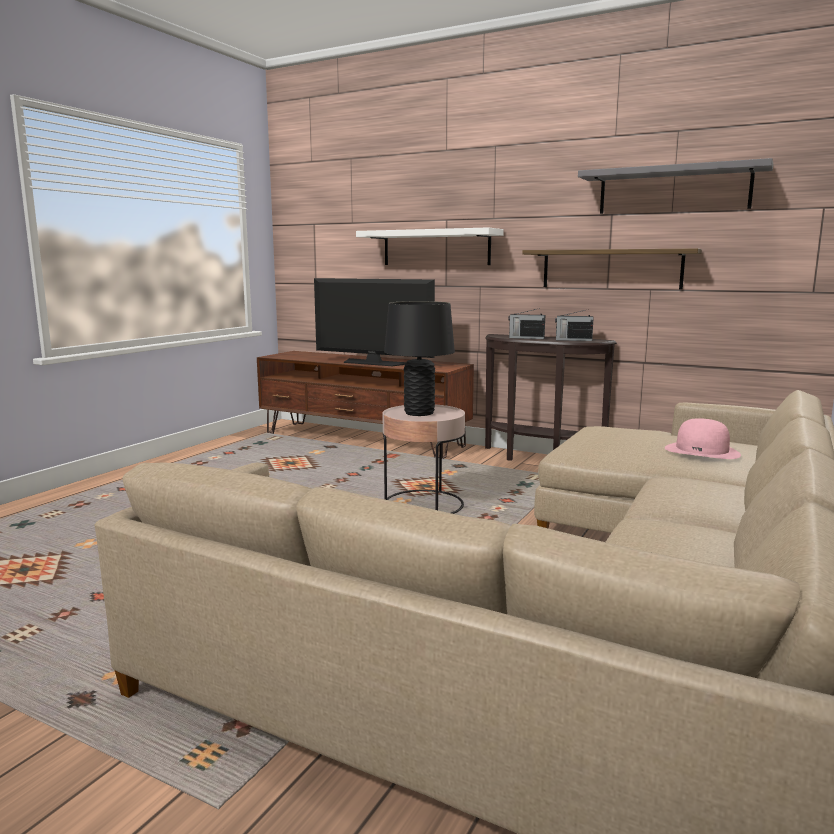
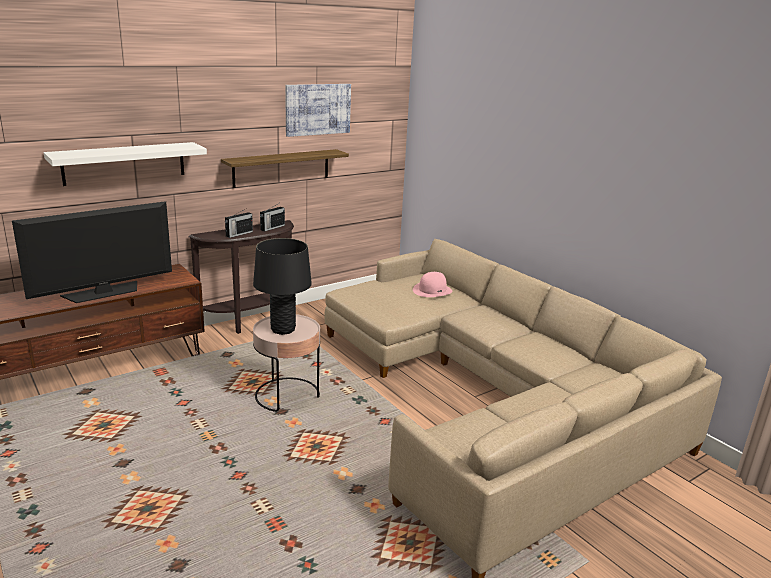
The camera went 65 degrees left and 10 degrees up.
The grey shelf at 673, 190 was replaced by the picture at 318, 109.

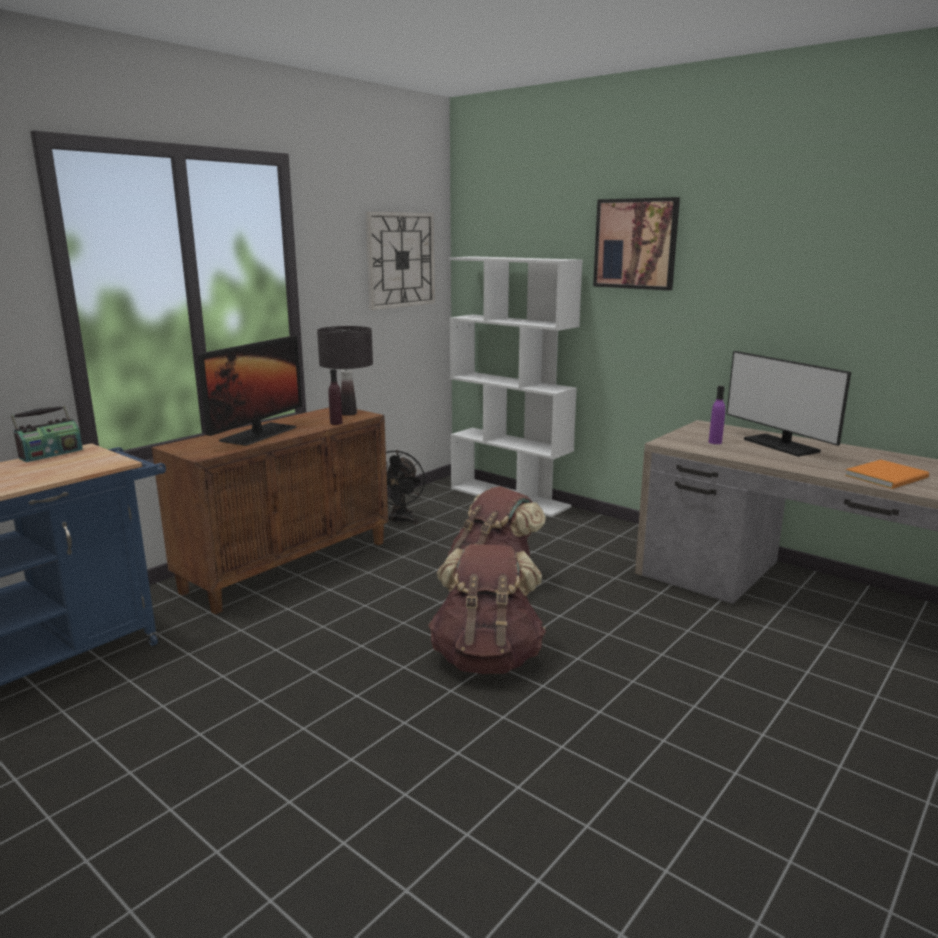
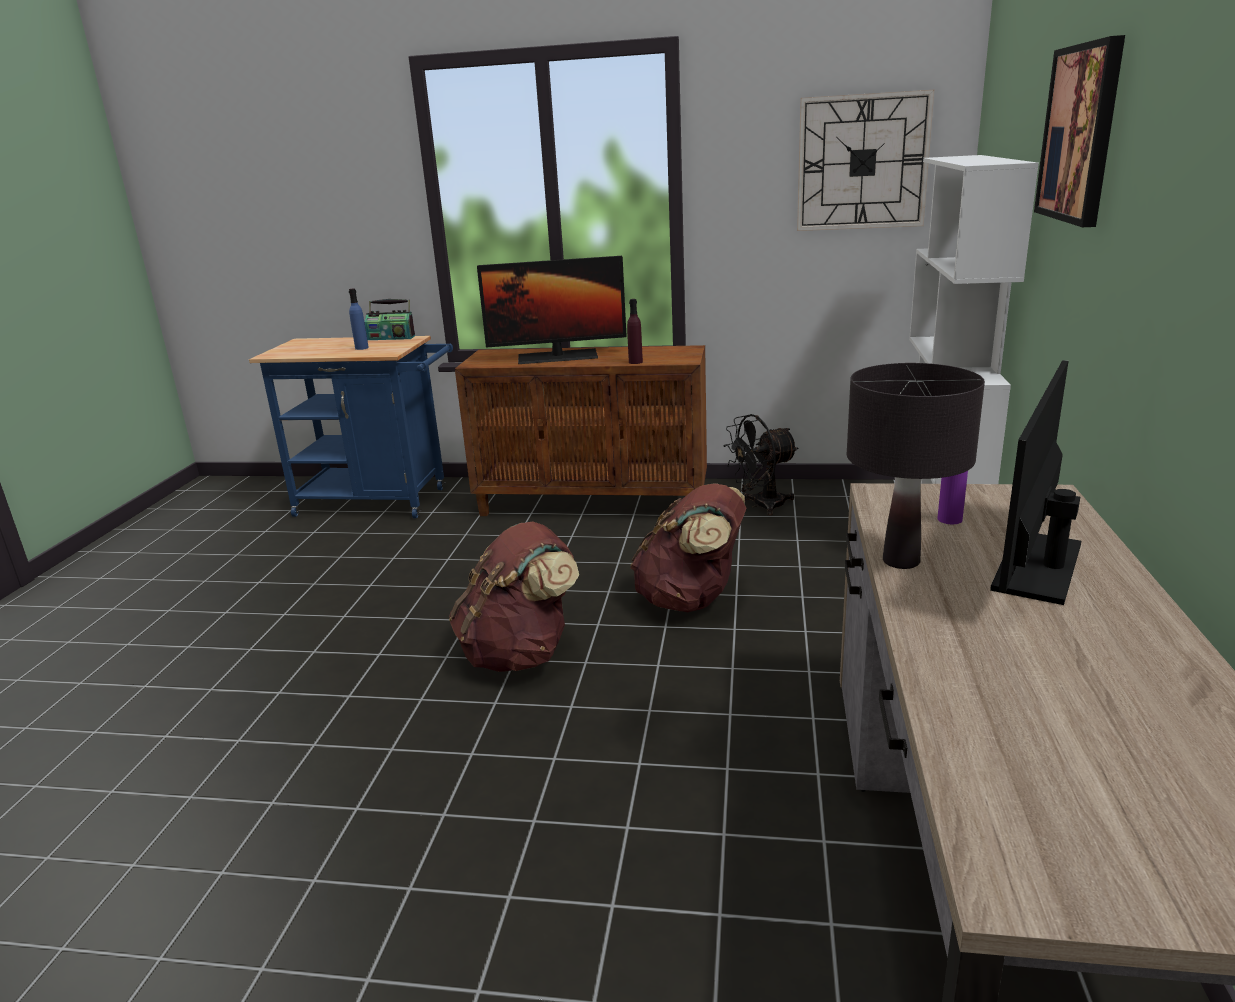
The camera went 60 degrees right and 5 degrees up.
The orange book at 889, 476 disappeared.
The blue bottle at 362, 348 appeared.
The black table lamp moved from 348, 413 to 900, 561.

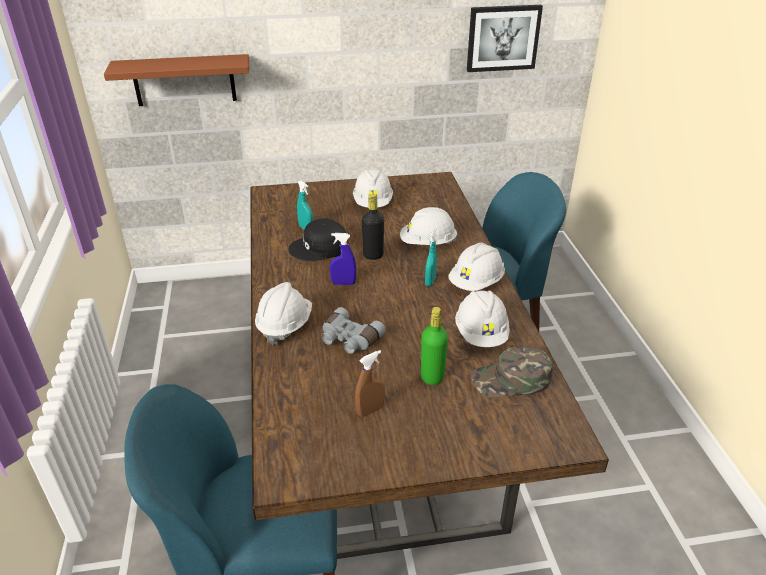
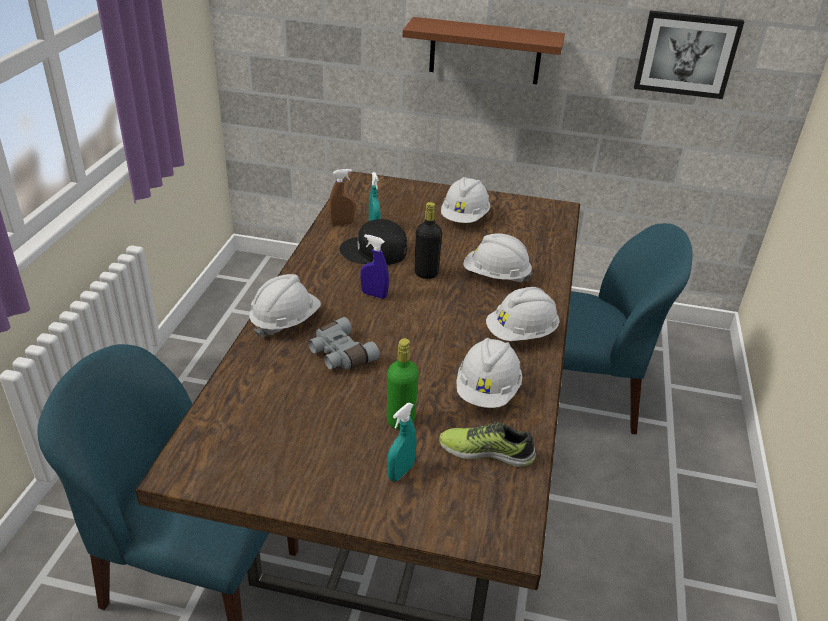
The camera went 20 degrees right and 0 degrees up.
The brown shelf moved from 184, 80 to 485, 51.
The brown spray bottle moved from 370, 410 to 342, 223.
The turquoise spray bottle moved from 430, 281 to 401, 472.
The green cap at 511, 380 was replaced by the shoe at 486, 451.

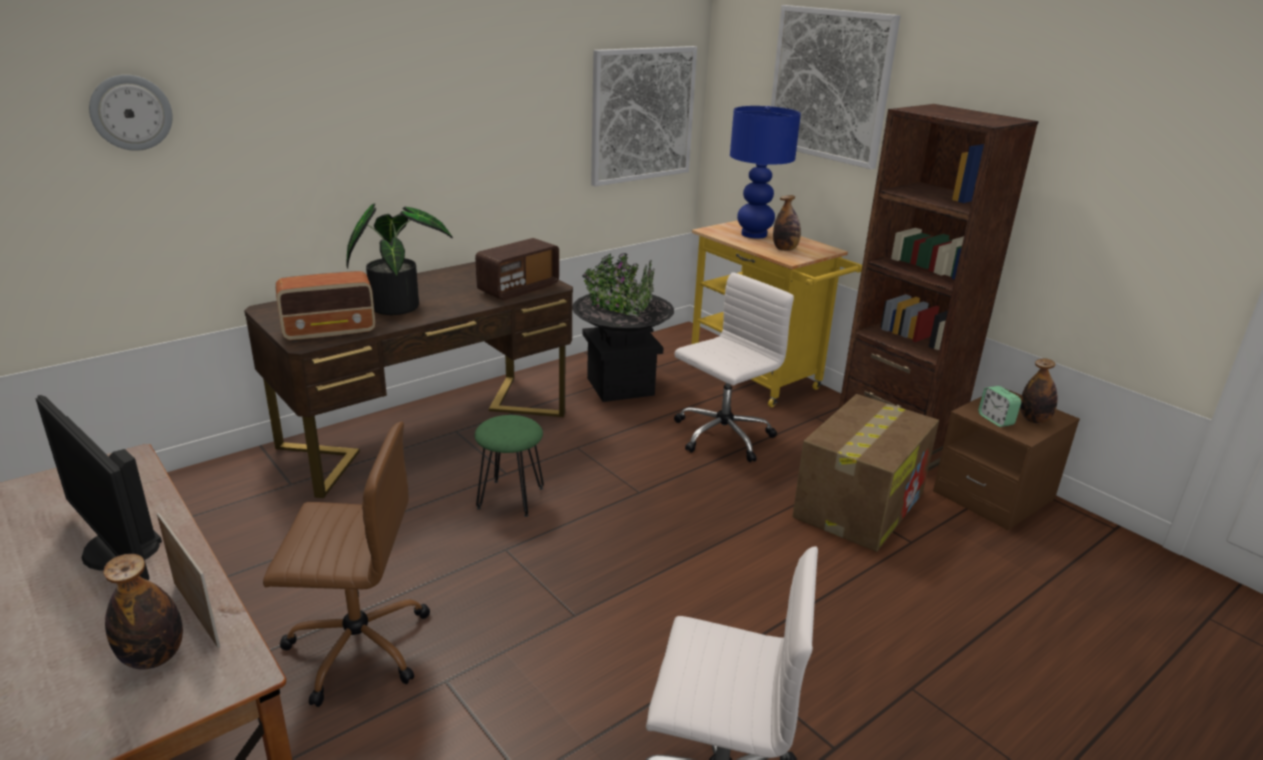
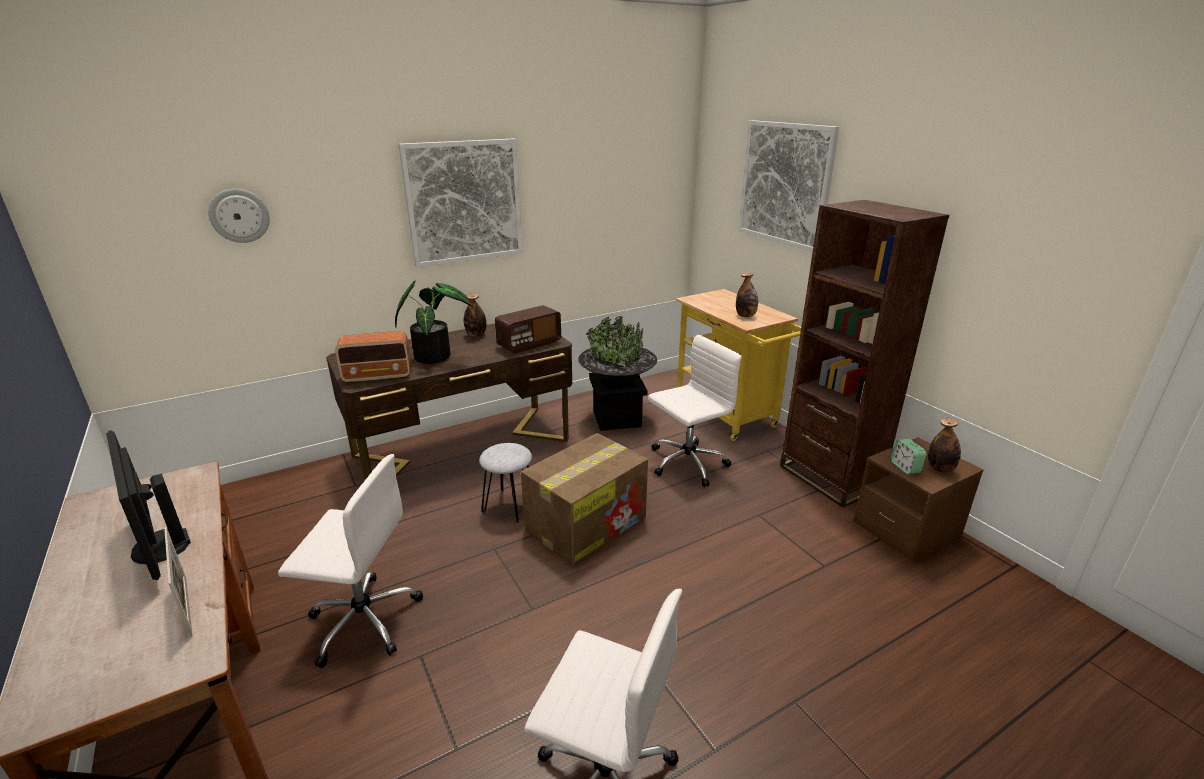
The camera went 10 degrees right and 0 degrees up.
The blue table lamp at 754, 235 disappeared.
The bottle moved from 153, 657 to 476, 335.
The picture moved from 642, 115 to 464, 202.
The cardboard box moved from 859, 504 to 587, 523.
The brown office chair at 356, 646 became the white office chair at 363, 620.
The green stool at 510, 498 became the grey stool at 509, 506.

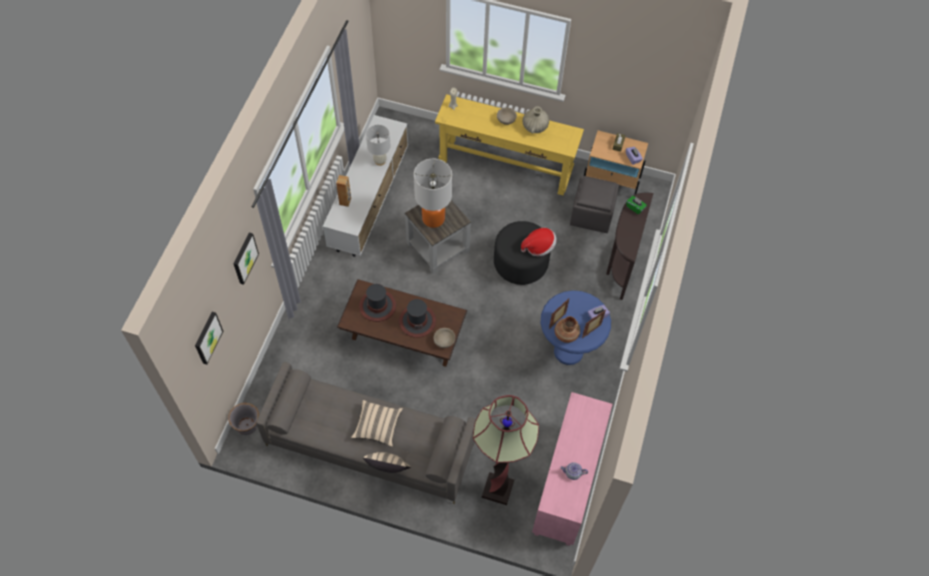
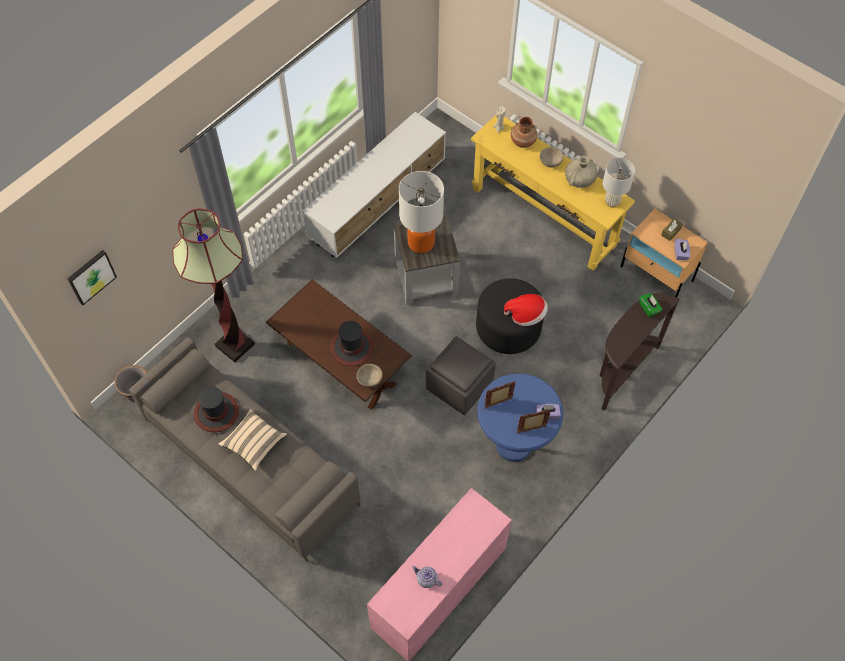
The camera went 25 degrees right and 0 degrees up.
The picture at 244, 258 disappeared.
The brown speaker at 345, 201 disappeared.
The beige pillow at 388, 470 disappeared.
The hat moved from 377, 306 to 216, 412.
The white table lamp moved from 380, 161 to 612, 202.
The floor lamp moved from 497, 489 to 235, 345.
The brown vase moved from 566, 334 to 523, 141.
The grey ottoman moved from 592, 215 to 459, 386.

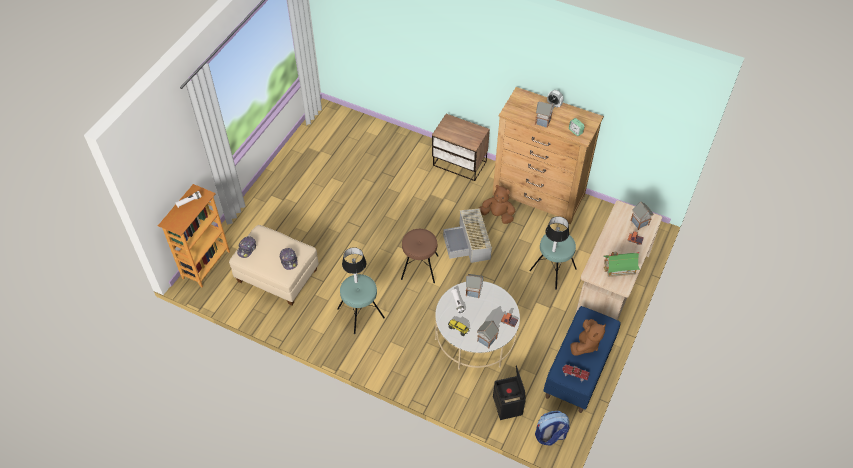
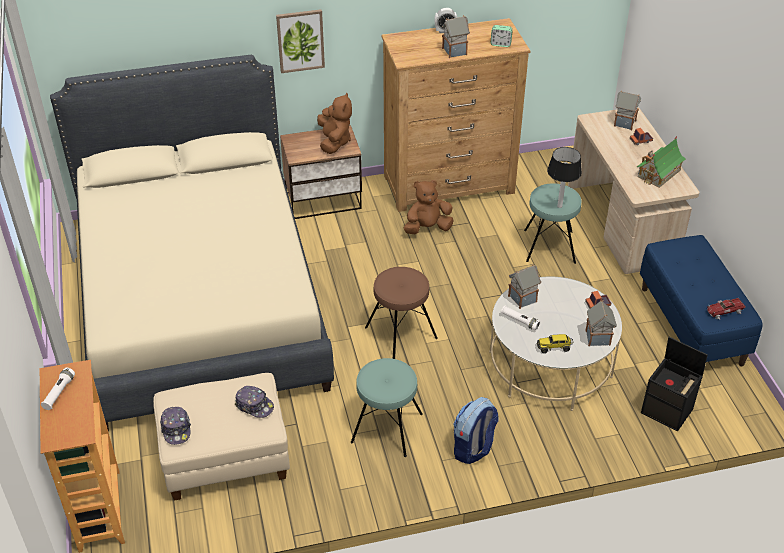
The camera went 40 degrees left and 10 degrees down.
The table lamp at 356, 281 disappeared.
The grey storage box at 468, 243 disappeared.
The beige bed at 200, 301 appeared.
The picture at 300, 40 appeared.
The backpack moved from 550, 436 to 473, 448.
The brown plush toy moved from 585, 344 to 334, 141.

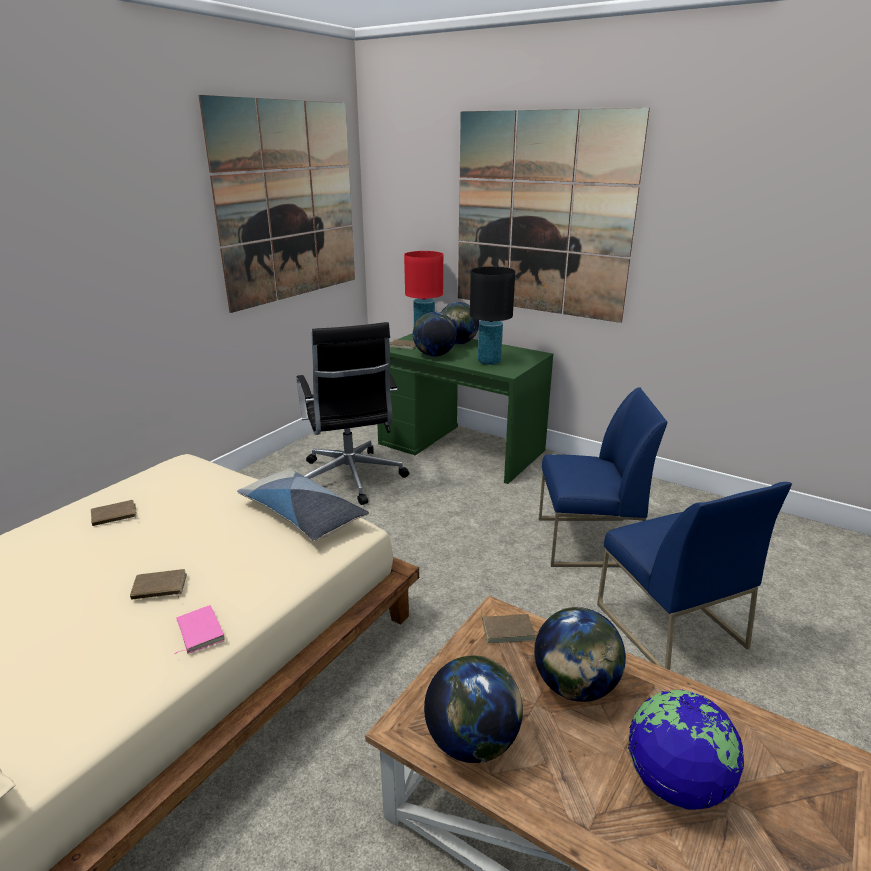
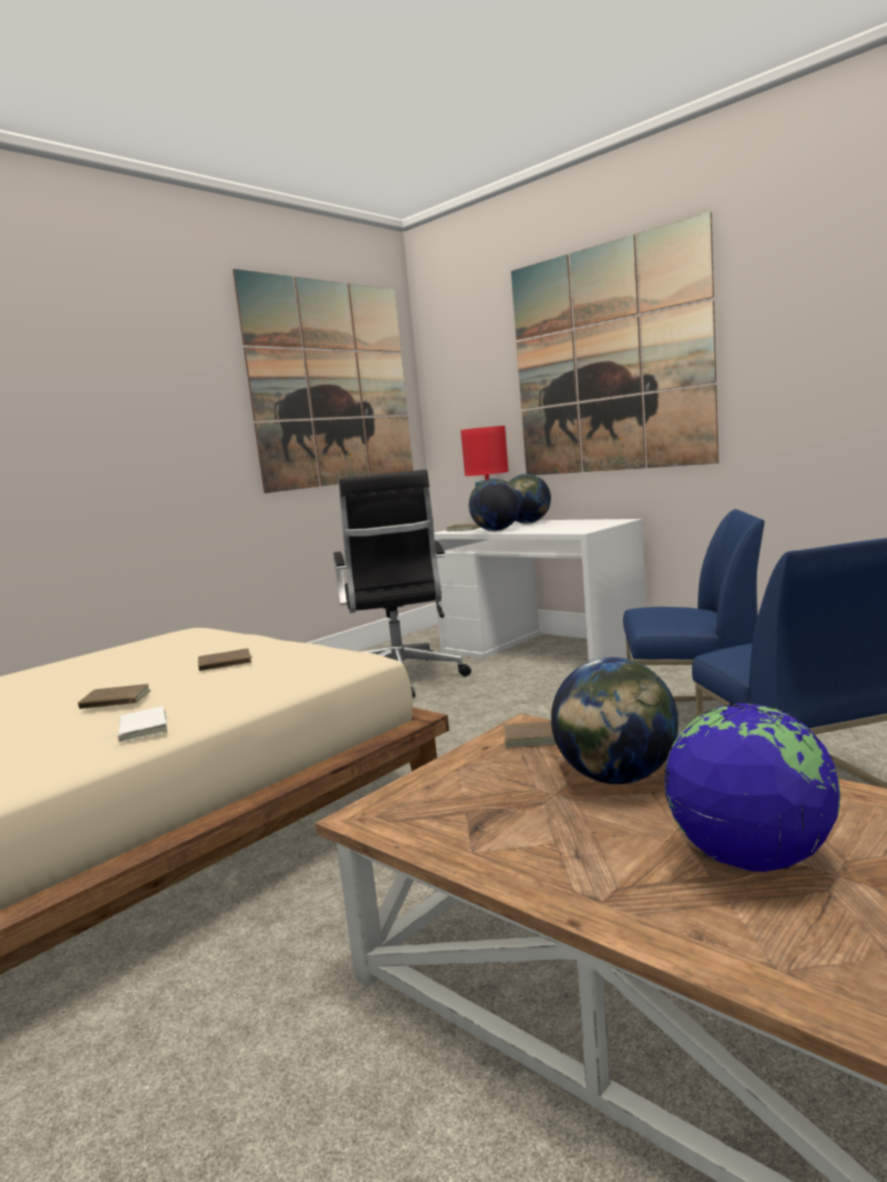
The camera went 10 degrees right and 15 degrees down.
The pillow at 302, 515 disappeared.
The globe at 472, 742 disappeared.
The black table lamp at 489, 362 disappeared.
The brown book moved from 114, 516 to 225, 663.
The pink book at 198, 632 became the white book at 141, 728.
The green desk at 461, 447 became the white desk at 541, 649.

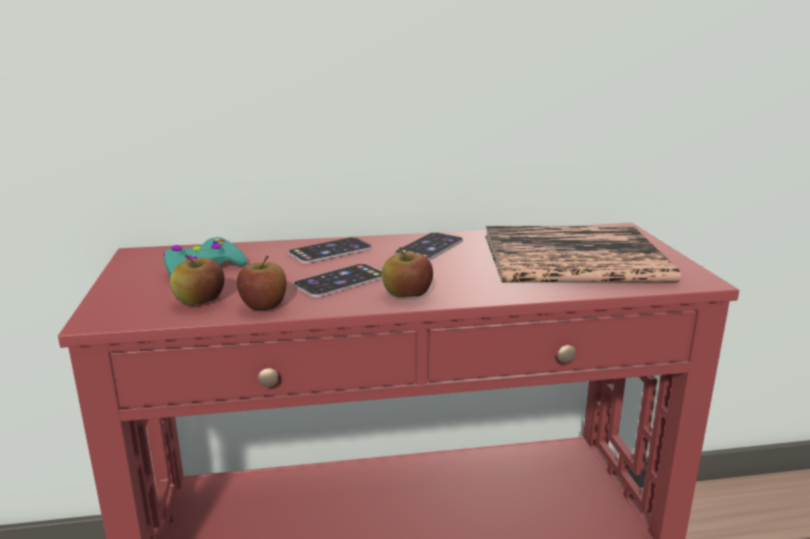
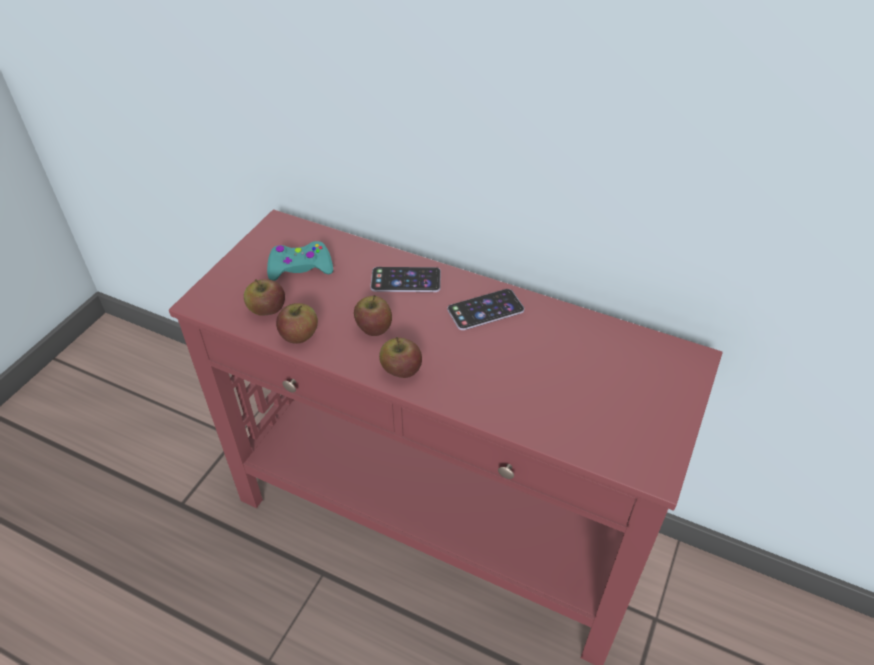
The camera went 35 degrees right and 25 degrees up.
The book at 573, 257 disappeared.
The phone at 340, 281 was replaced by the apple at 374, 327.

